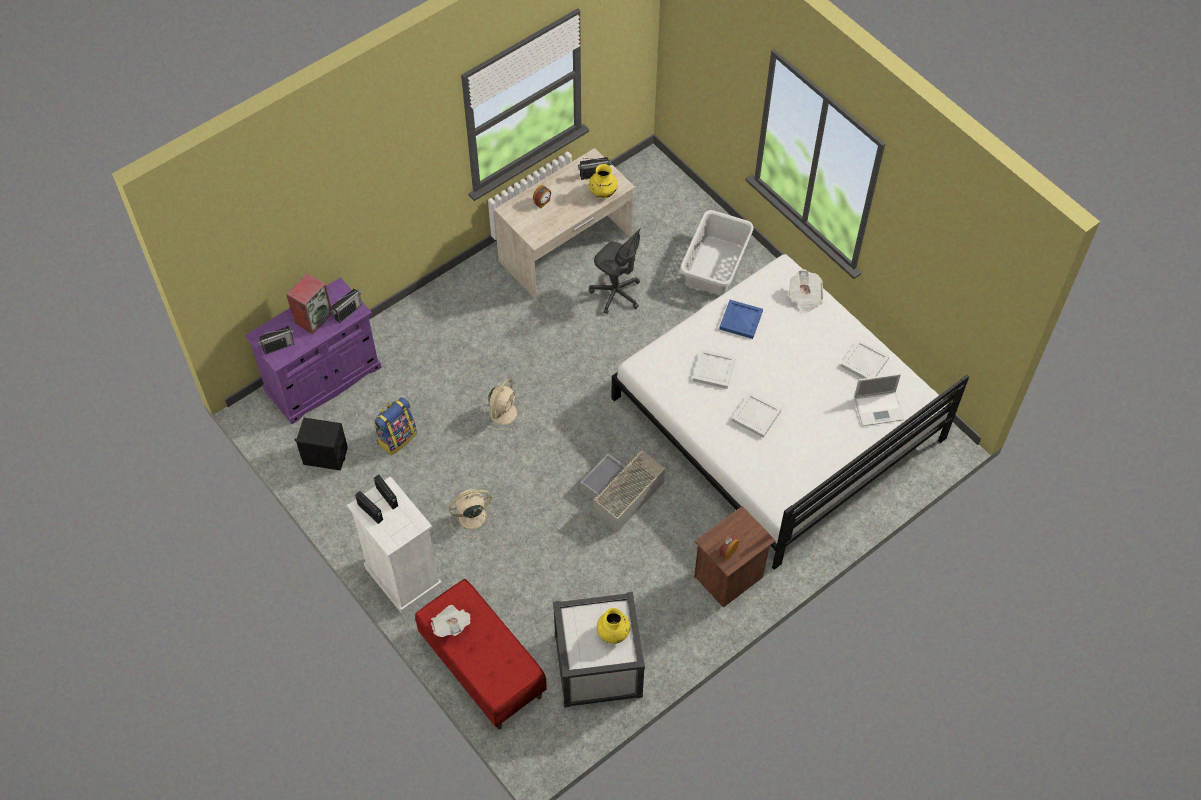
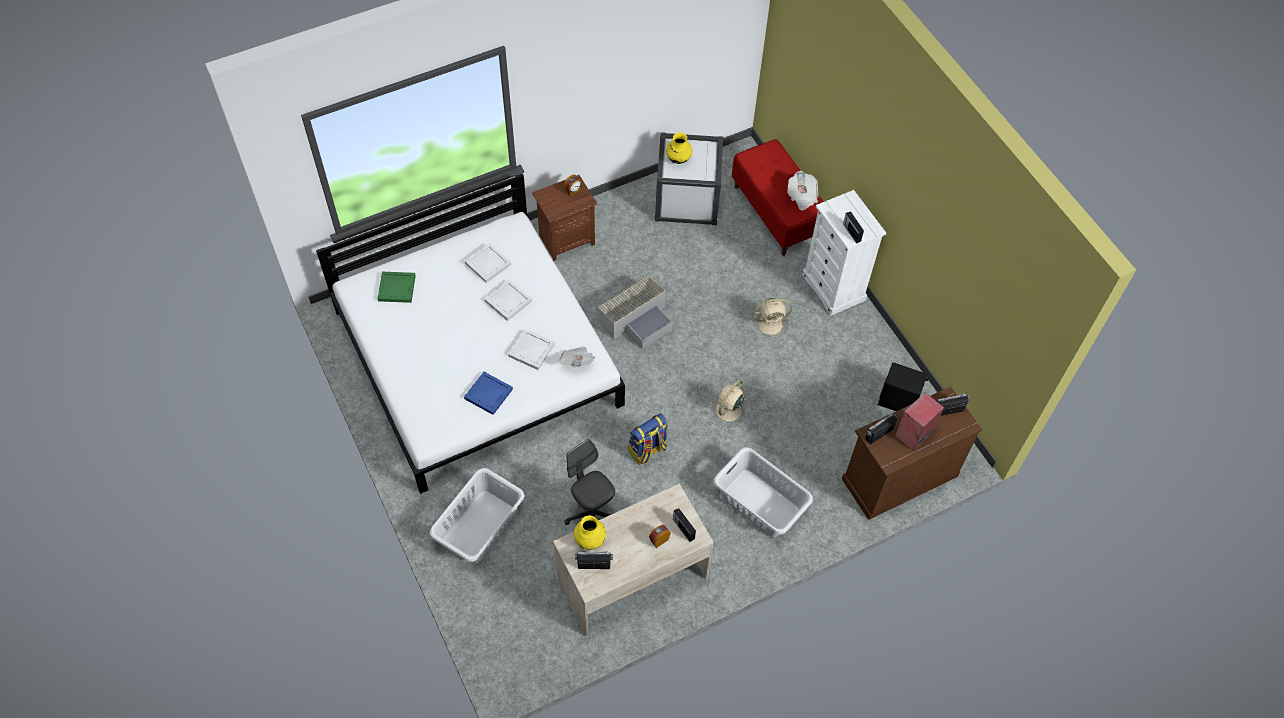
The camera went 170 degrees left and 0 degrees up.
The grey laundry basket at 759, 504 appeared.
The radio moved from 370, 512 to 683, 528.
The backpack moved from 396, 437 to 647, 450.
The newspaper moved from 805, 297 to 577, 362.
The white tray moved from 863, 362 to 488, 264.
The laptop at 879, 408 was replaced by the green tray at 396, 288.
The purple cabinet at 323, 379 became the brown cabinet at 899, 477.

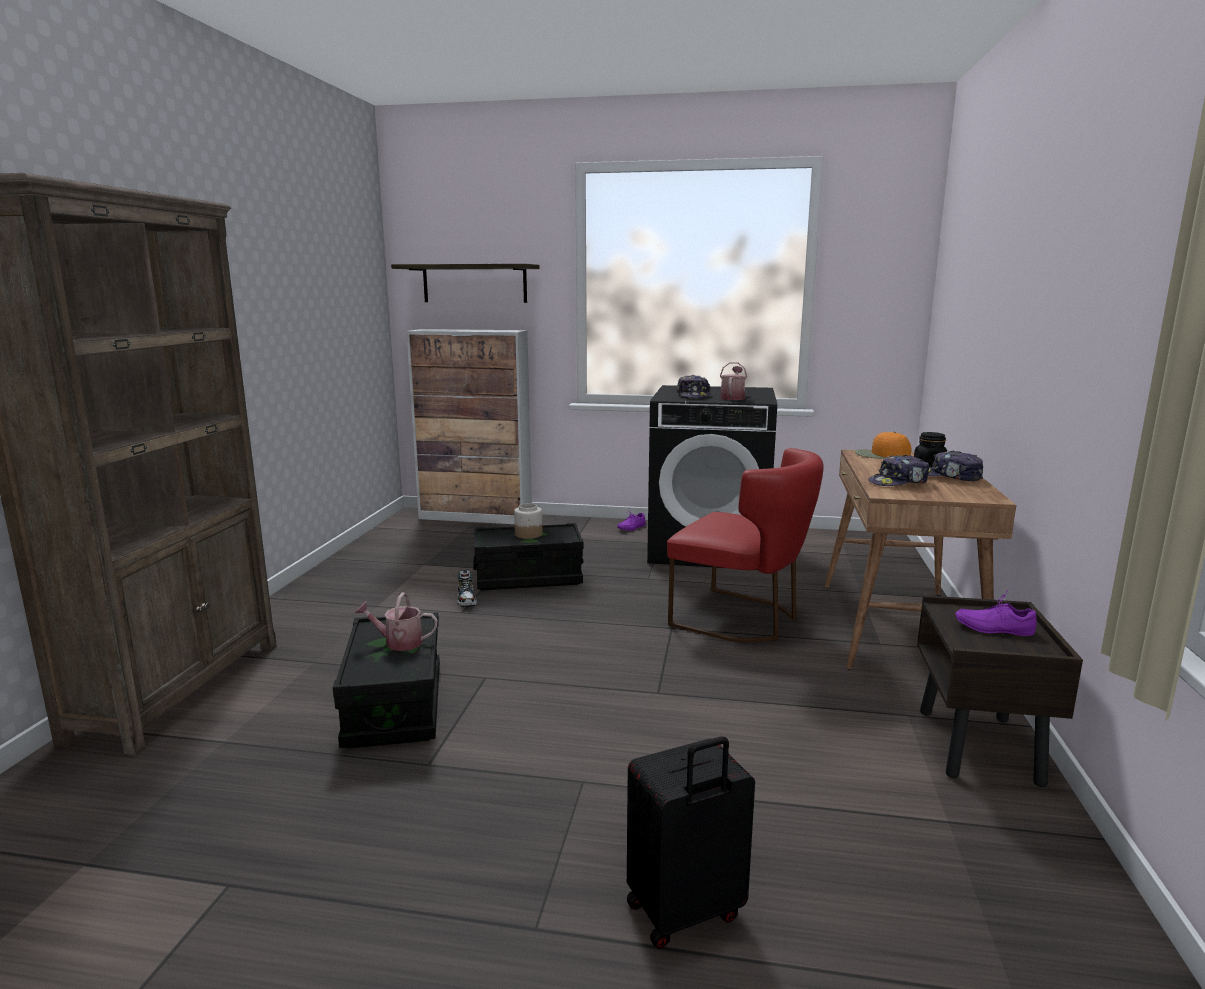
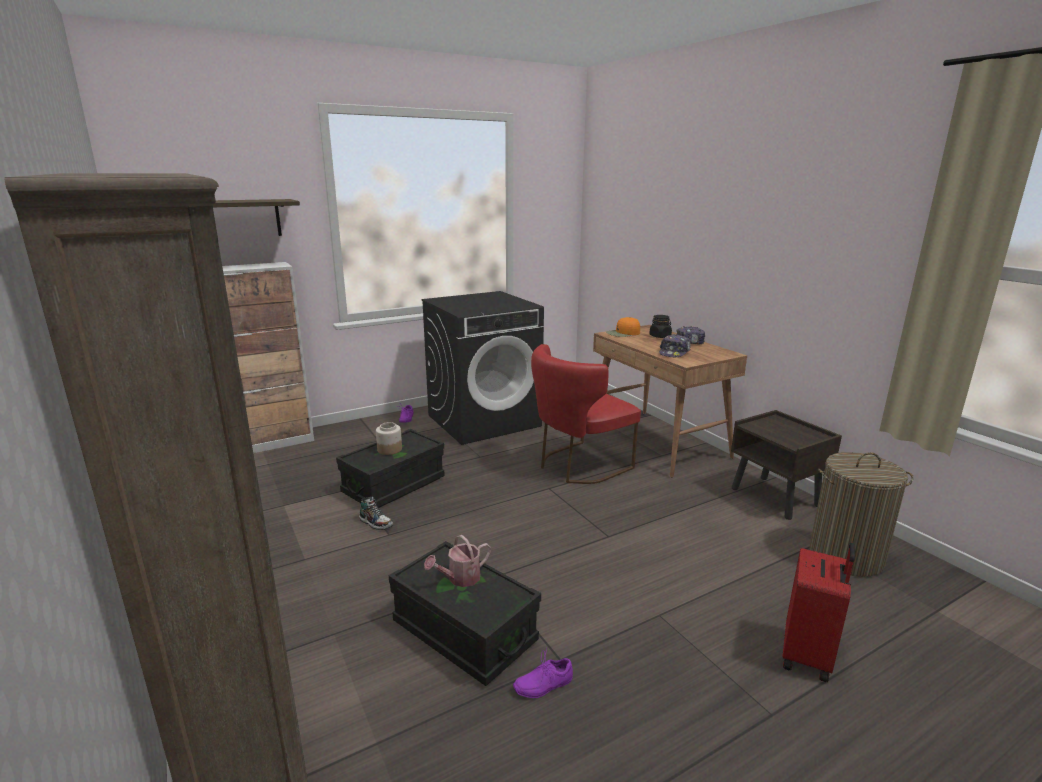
The camera went 40 degrees left and 5 degrees up.
The cap at 693, 395 disappeared.
The watering can at 733, 397 disappeared.
The laundry basket at 845, 556 appeared.
The purple shoe moved from 993, 627 to 542, 683.
The black suitcase at 685, 913 became the red suitcase at 808, 656.
The red chair at 743, 619 turned 150 degrees clockwise.

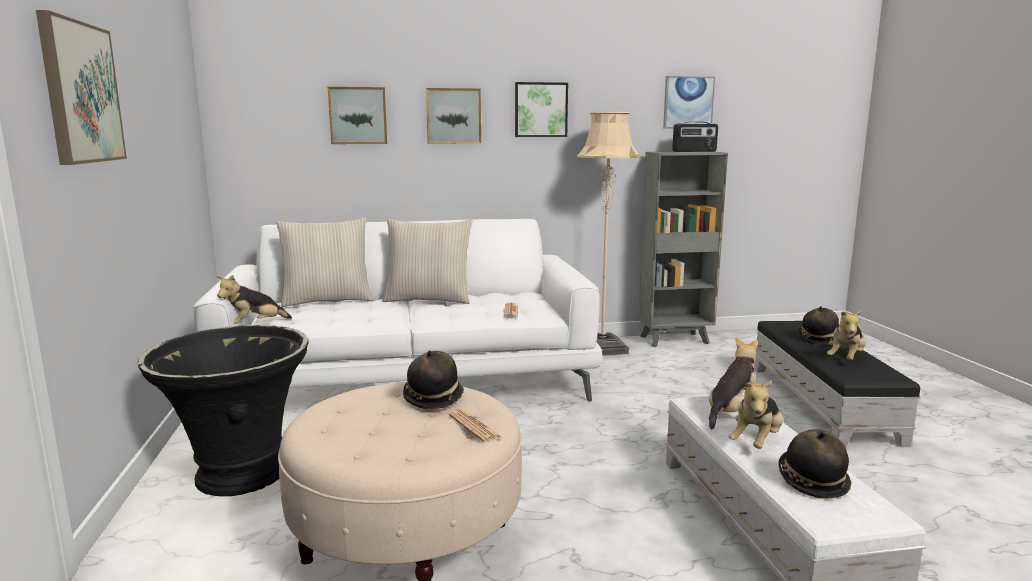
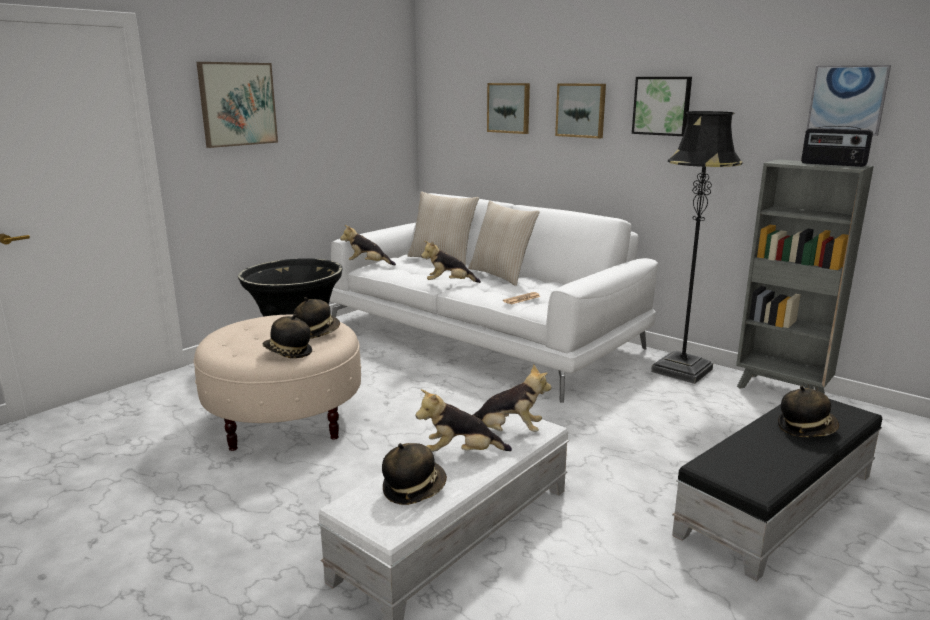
The camera went 50 degrees right and 5 degrees up.
The plush toy moved from 846, 359 to 449, 283.
The newspaper at 474, 426 was replaced by the hat at 288, 353.
The beige floor lamp at 602, 348 became the black floor lamp at 682, 370.

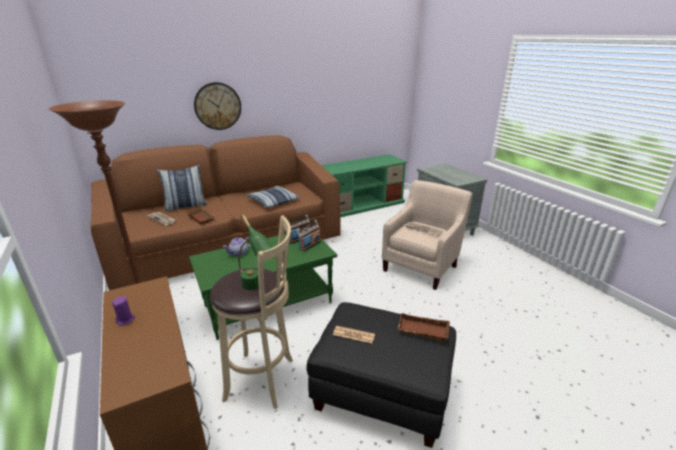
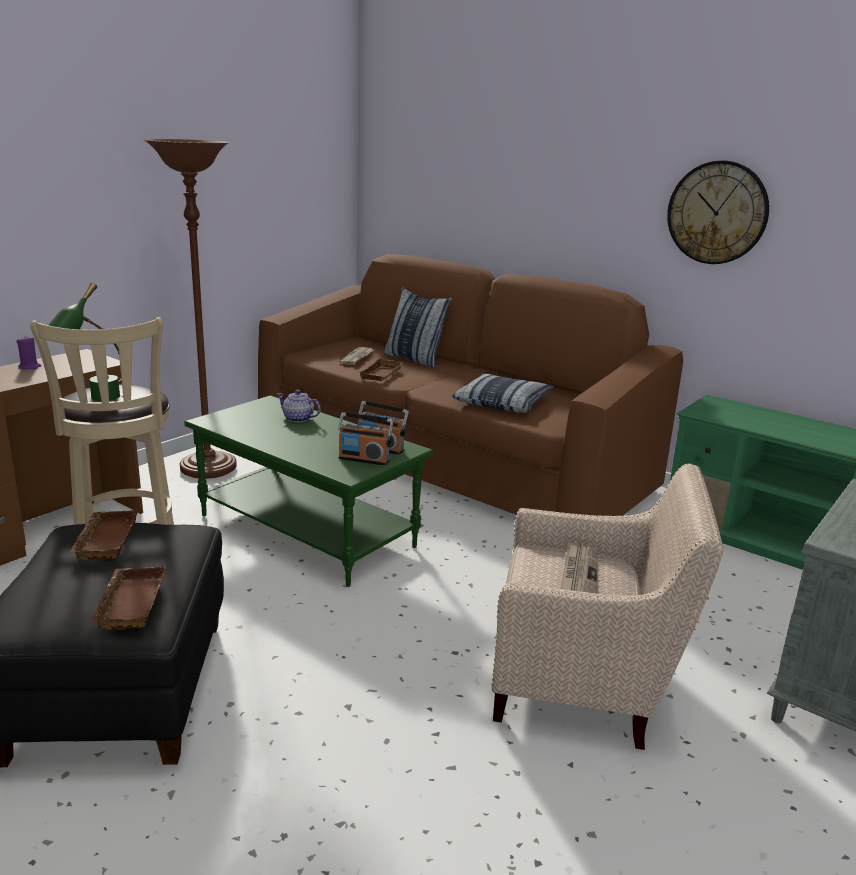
The camera went 65 degrees right and 5 degrees down.
The wall clock moved from 218, 106 to 717, 213.
The newspaper at 353, 335 was replaced by the brown tray at 104, 539.

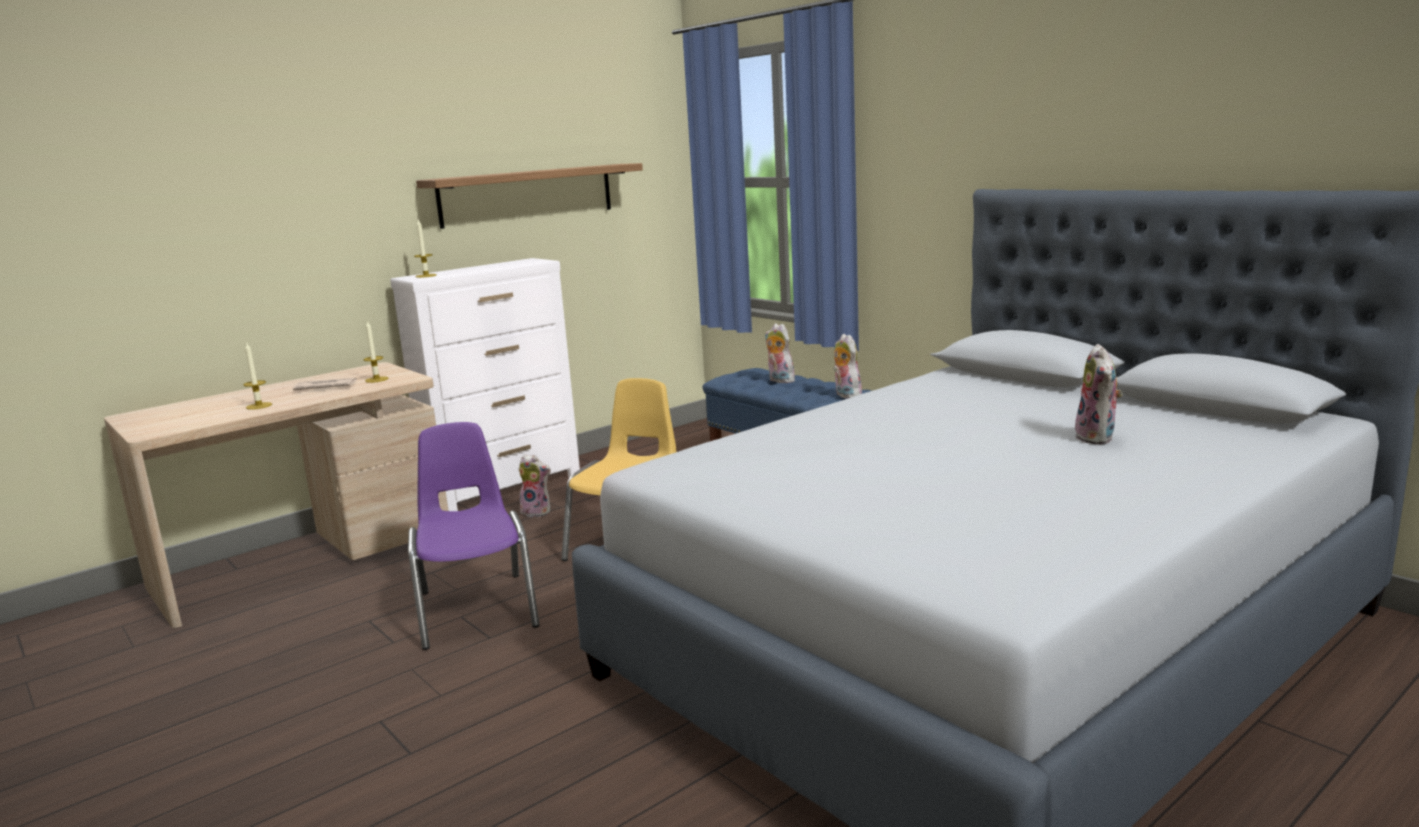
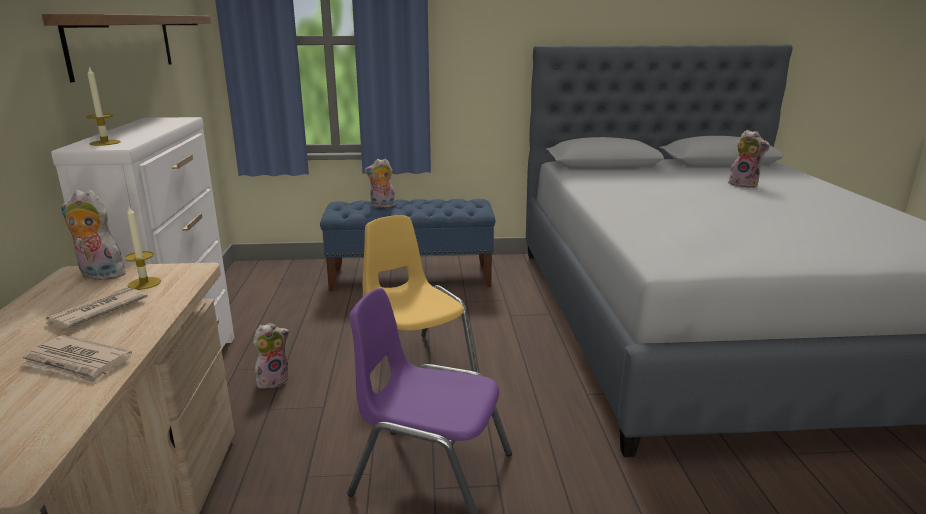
The camera went 55 degrees left and 5 degrees up.
The plush toy moved from 845, 395 to 99, 275.
The candle at 259, 406 was replaced by the newspaper at 77, 363.

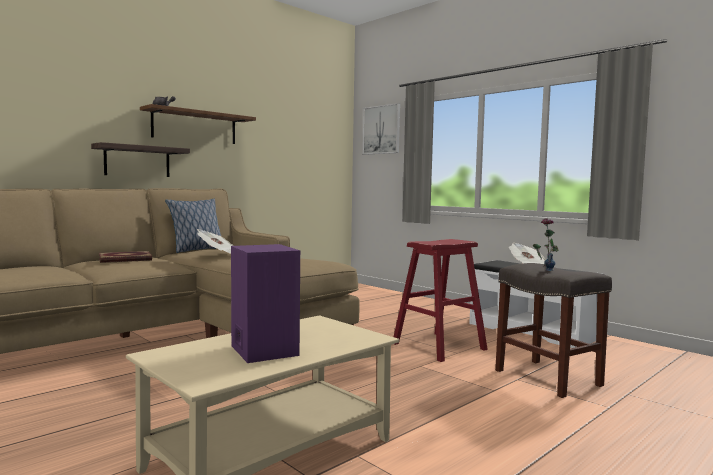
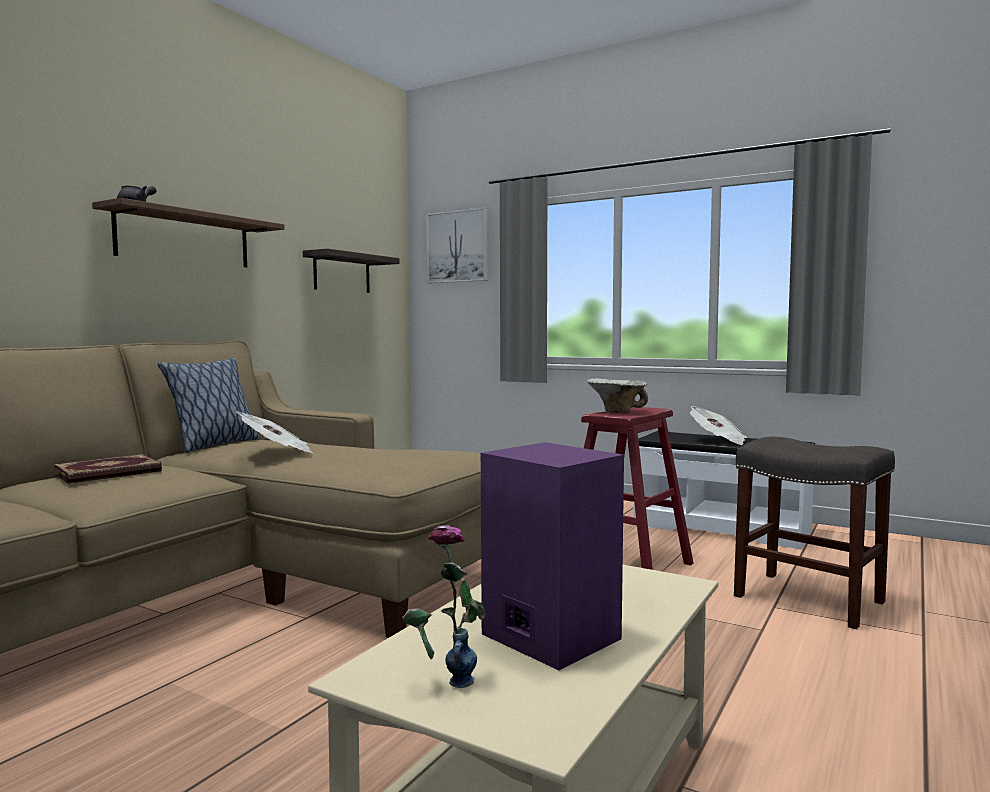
The camera went 15 degrees left and 0 degrees up.
The bowl at 617, 411 appeared.
The shelf moved from 137, 161 to 342, 273.
The vase moved from 543, 270 to 443, 683.

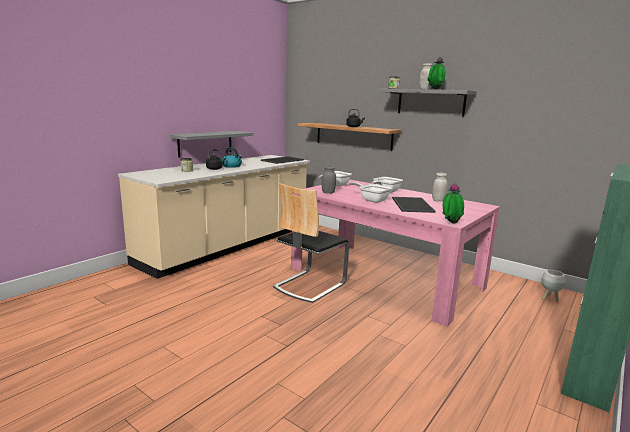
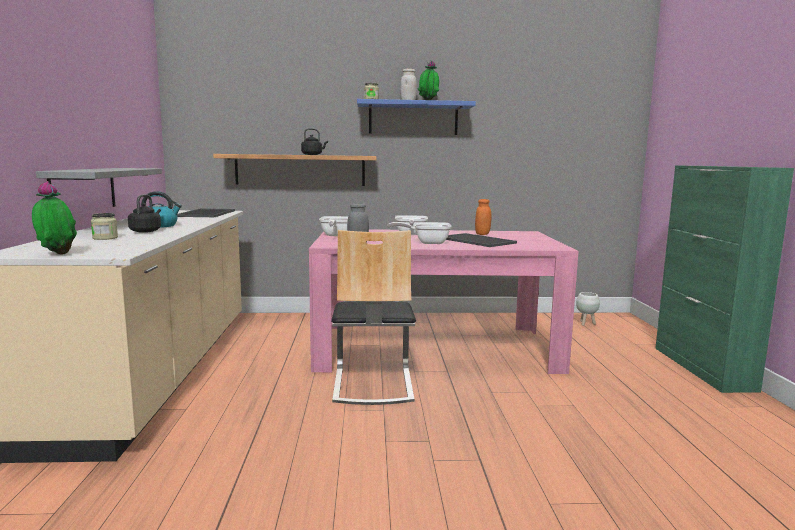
The camera went 40 degrees left and 5 degrees down.
The potted plant moved from 450, 223 to 56, 255.
The grey shelf at 430, 102 became the blue shelf at 413, 119.
The white jar at 438, 200 became the orange jar at 482, 234.

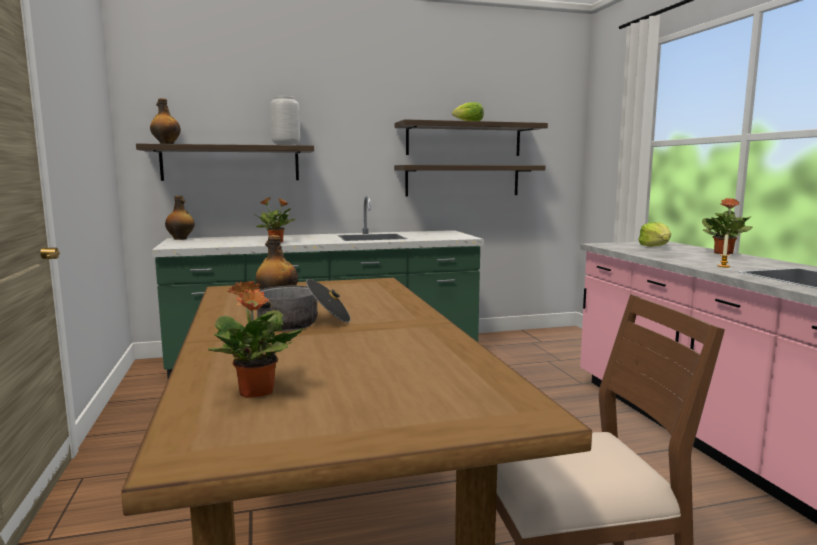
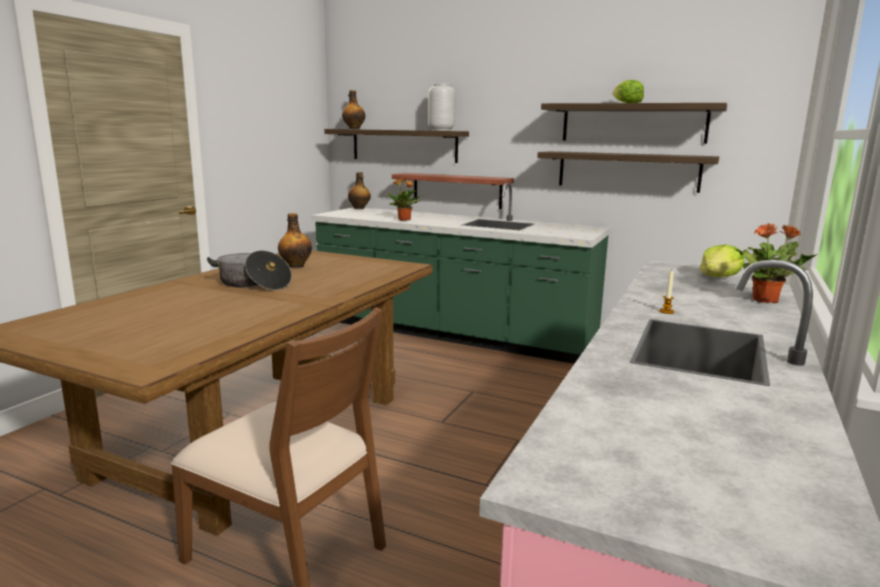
The camera went 40 degrees right and 5 degrees up.
The potted plant at 256, 393 disappeared.
The shelf at 457, 190 appeared.

